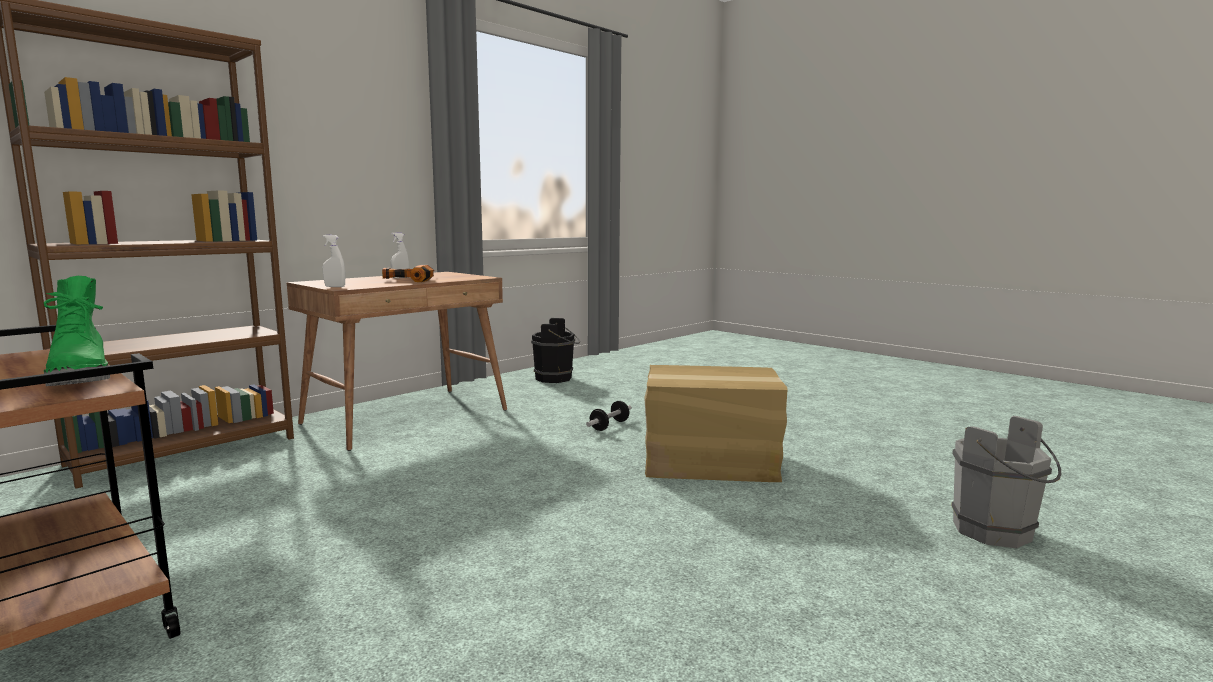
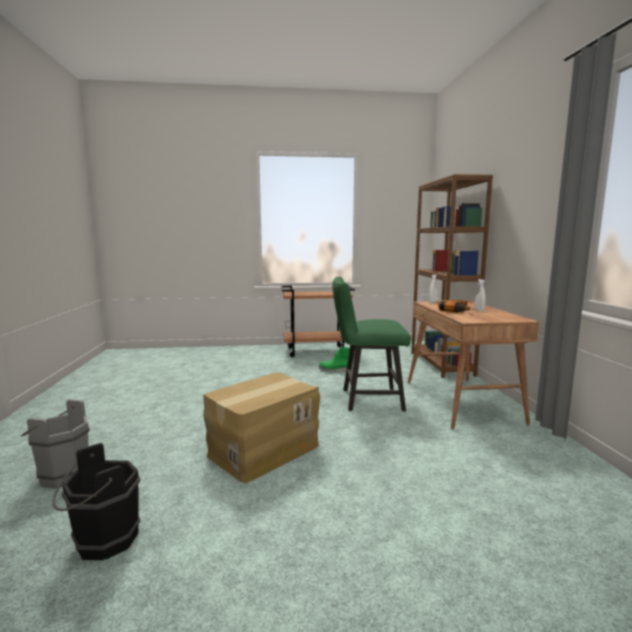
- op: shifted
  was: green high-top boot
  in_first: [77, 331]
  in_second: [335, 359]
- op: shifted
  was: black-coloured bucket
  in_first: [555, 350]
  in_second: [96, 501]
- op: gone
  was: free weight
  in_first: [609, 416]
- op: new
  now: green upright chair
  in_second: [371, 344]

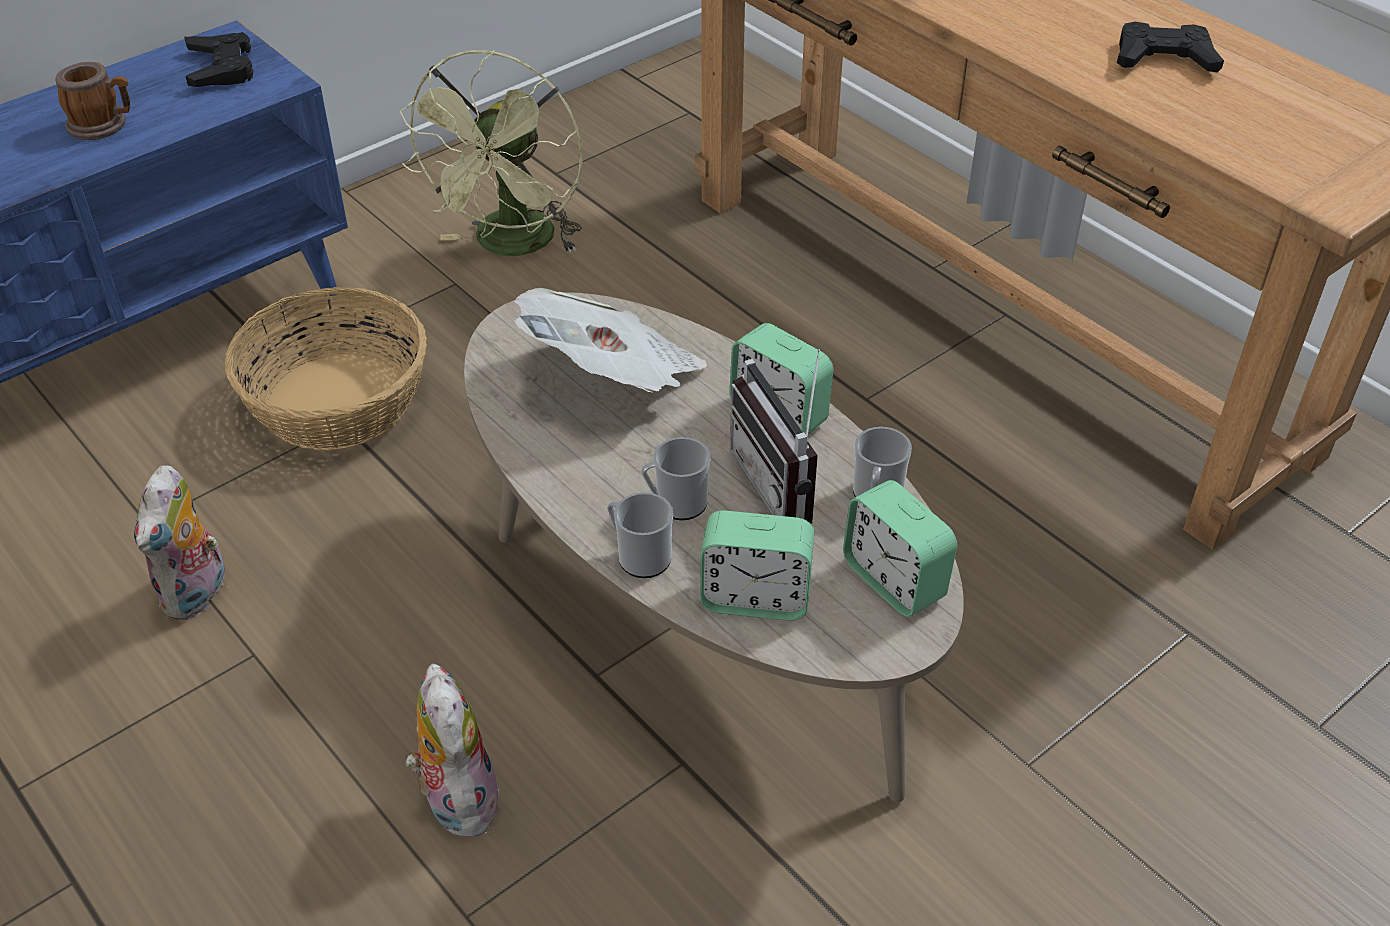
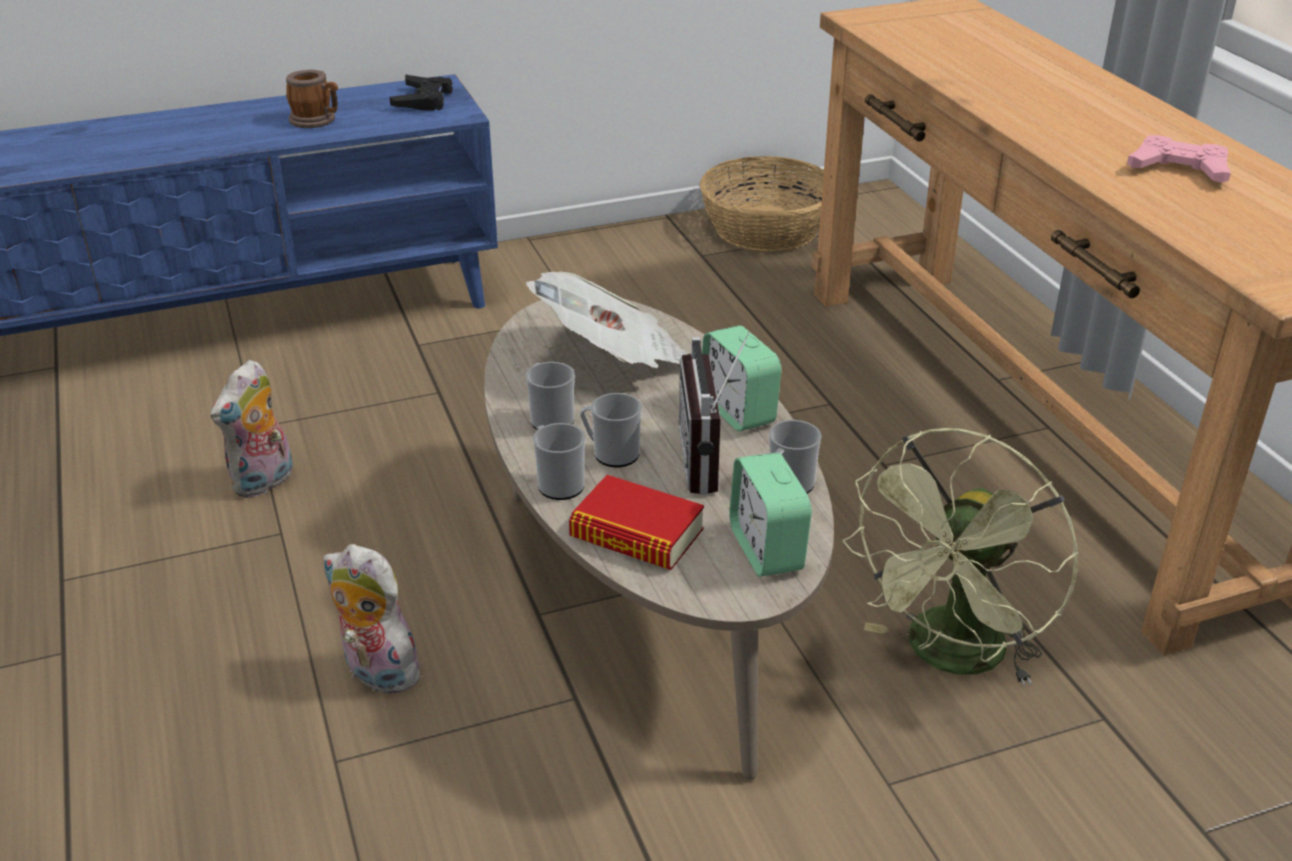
- op: repainted
  was: black-coloured joypad
  now: pinkish joypad
  in_first: [1170, 47]
  in_second: [1179, 159]
- op: shifted
  was: green cooling fan
  in_first: [491, 153]
  in_second: [960, 557]
- op: shifted
  was: storage basket
  in_first: [326, 369]
  in_second: [762, 204]
- op: swapped
  was: bedside clock
  now: book
  in_first: [757, 565]
  in_second: [636, 522]
- op: rotated
  was: plush toy
  in_first: [452, 750]
  in_second: [373, 619]
  clockwise: -60
- op: new
  now: coffee mug
  in_second: [550, 395]

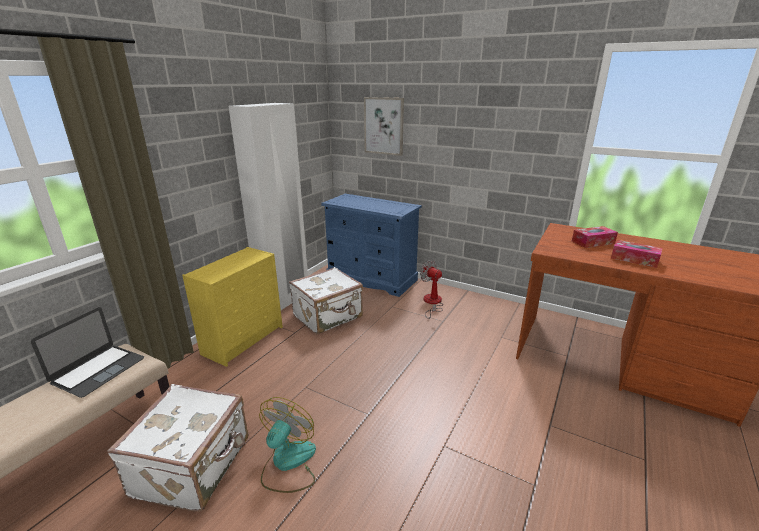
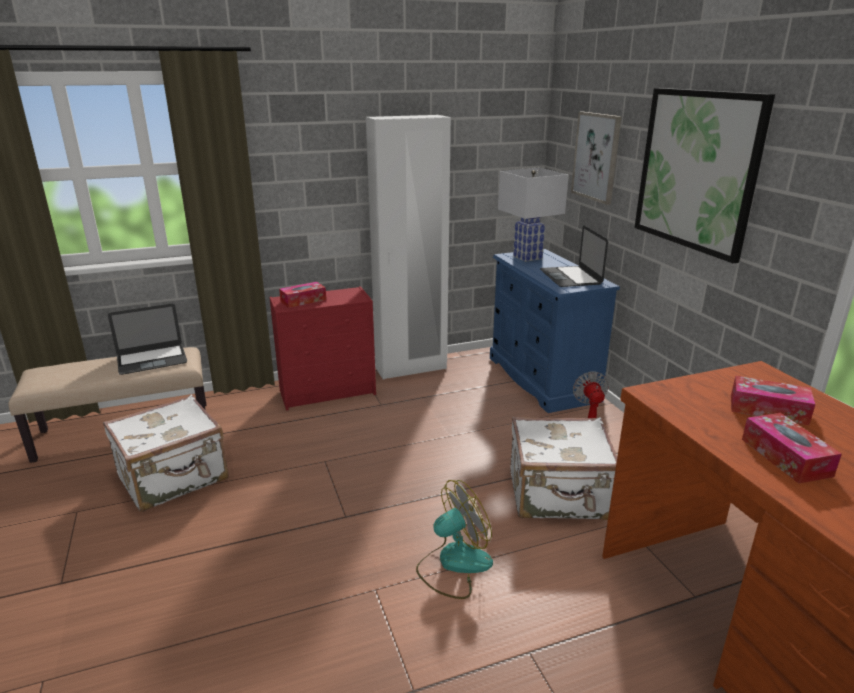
- op: repainted
  was: yellow chest of drawers
  now: red chest of drawers
  in_first: [232, 307]
  in_second: [322, 348]
- op: shifted
  was: whitish suitcase
  in_first: [326, 300]
  in_second: [563, 468]
- op: shifted
  was: cooling fan
  in_first: [287, 445]
  in_second: [454, 539]
- op: new
  now: wall picture
  in_second: [704, 175]
- op: new
  now: whitish lamp for a table
  in_second: [533, 215]
- op: new
  now: laptop
  in_second: [574, 256]
- op: new
  now: box of tissues
  in_second: [302, 295]

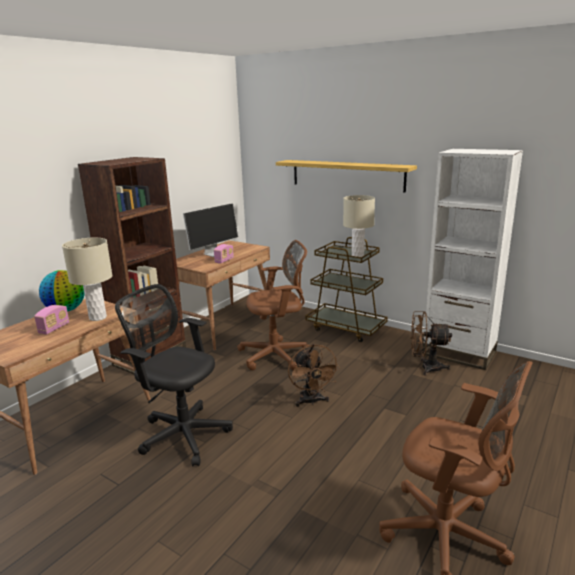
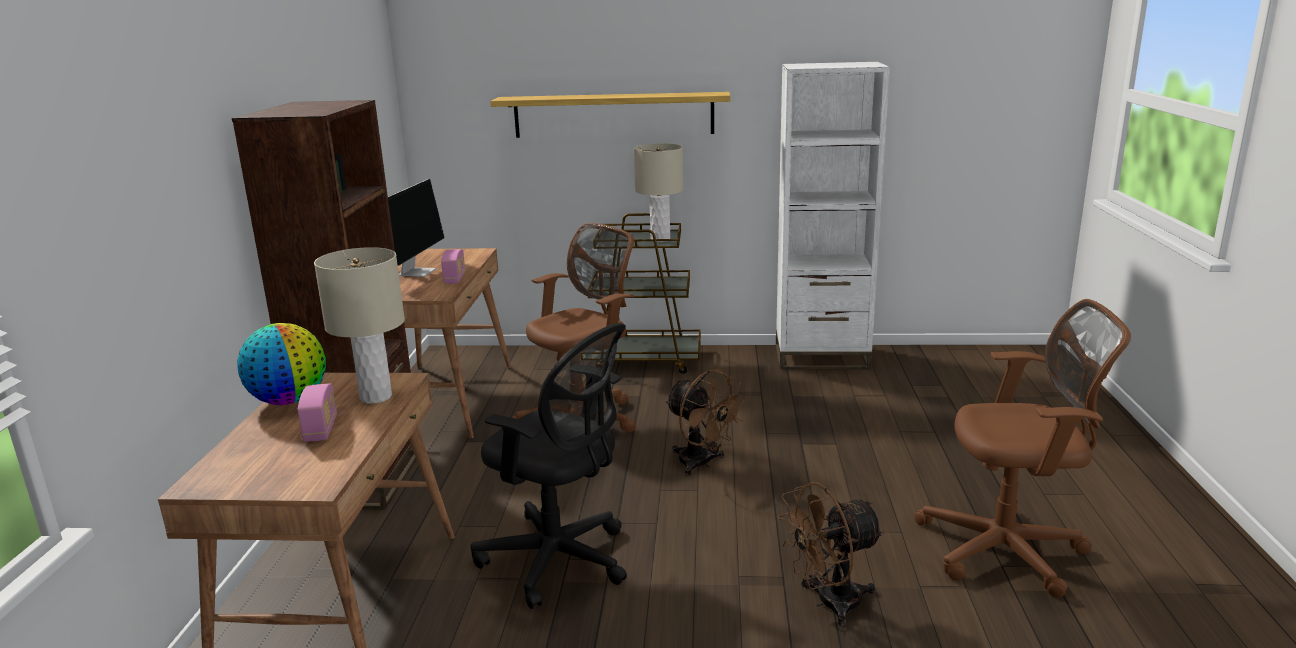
- op: rotated
  was: black-coloured office chair
  in_first: [174, 375]
  in_second: [549, 466]
  clockwise: -150
- op: shifted
  was: brown cooling fan
  in_first: [431, 343]
  in_second: [831, 554]

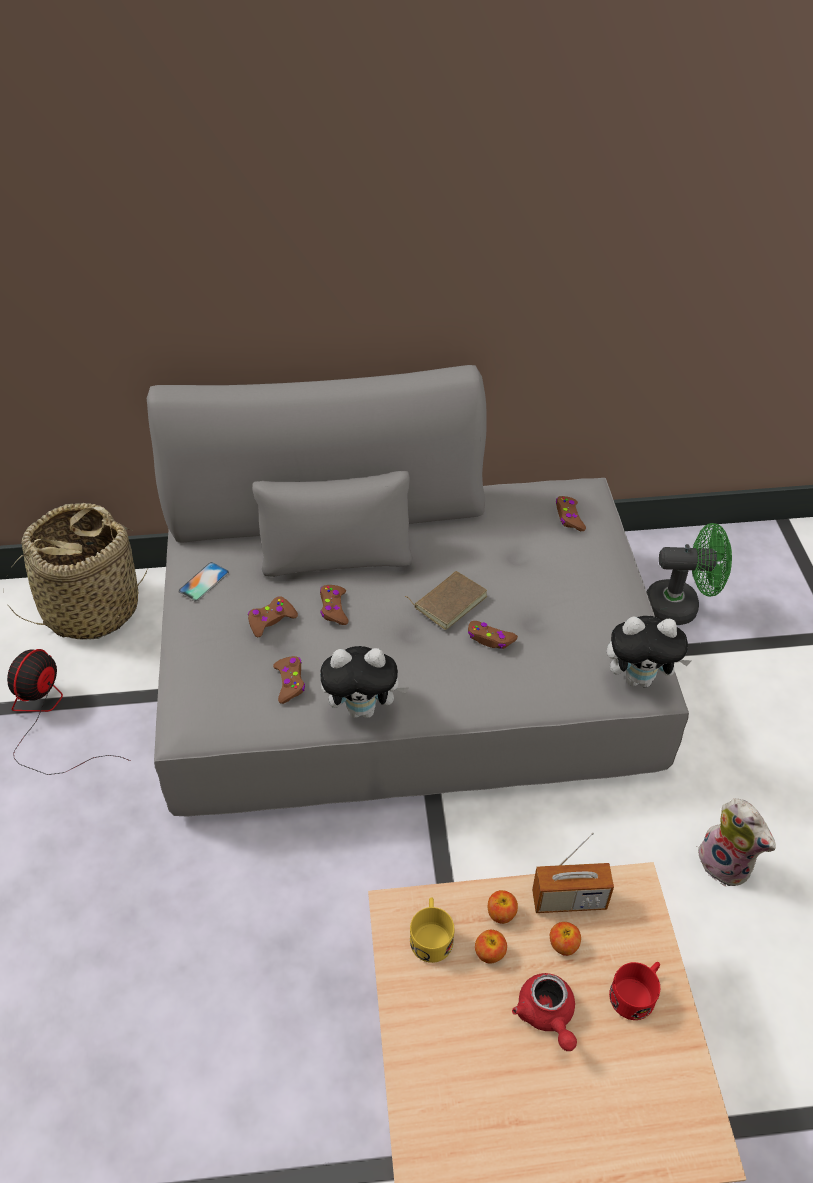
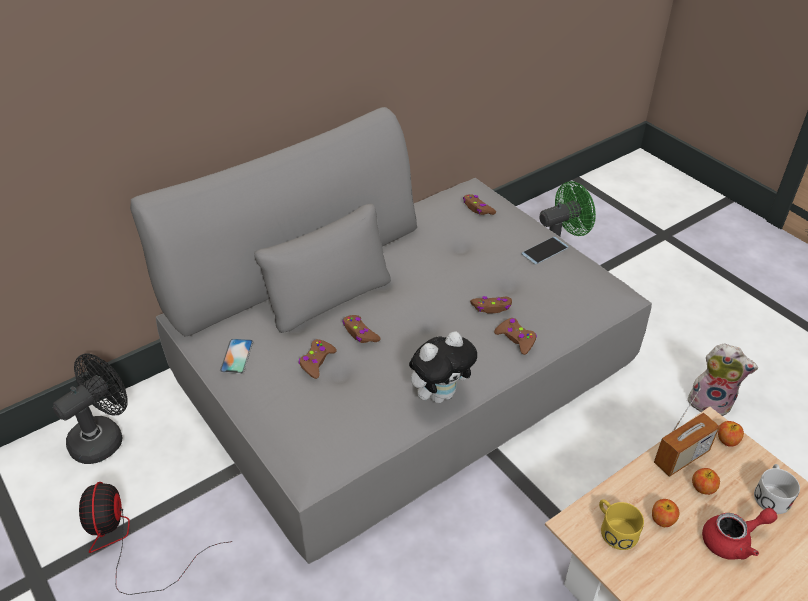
- op: swapped
  was: storage basket
  now: black-coloured cooling fan
  in_first: [75, 571]
  in_second: [90, 409]
- op: gone
  was: brown book
  in_first: [446, 600]
- op: gone
  was: plush toy
  in_first: [649, 652]
- op: shifted
  was: brown joypad
  in_first: [289, 680]
  in_second: [515, 336]
- op: shifted
  was: apple fruit
  in_first: [503, 907]
  in_second: [731, 434]
- op: repainted
  was: red coffee mug
  now: whitish coffee mug
  in_first: [634, 991]
  in_second: [777, 489]
- op: rotated
  was: red pot for tea
  in_first: [544, 1012]
  in_second: [740, 534]
  clockwise: -60
- op: new
  now: handset
  in_second: [544, 250]

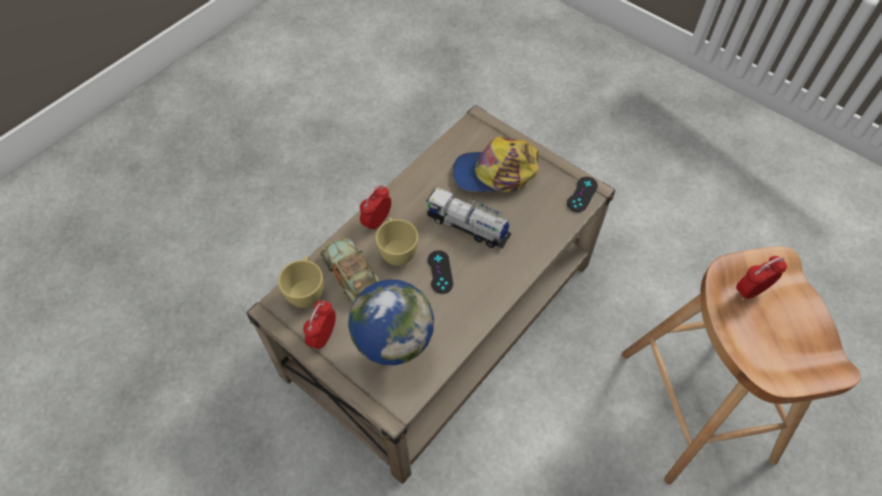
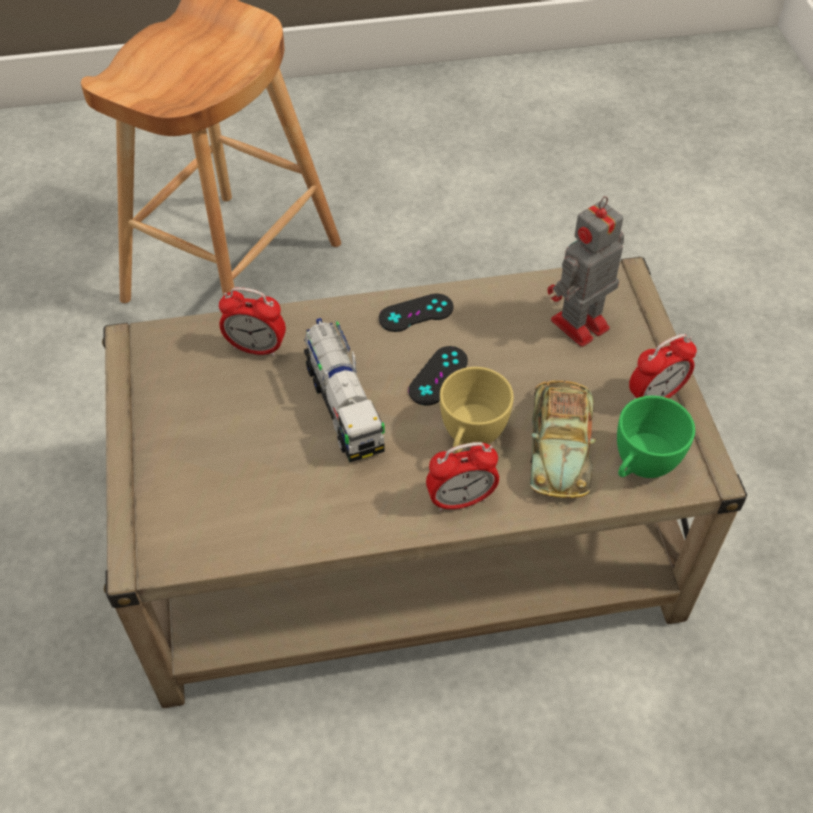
- op: gone
  was: baseball cap
  in_first: [496, 164]
- op: shifted
  was: black-coloured joypad
  in_first: [582, 194]
  in_second: [416, 312]
- op: repainted
  was: yellow cup
  now: green cup
  in_first: [301, 282]
  in_second: [656, 437]
- op: shifted
  was: bedside clock
  in_first: [761, 278]
  in_second: [252, 321]
- op: swapped
  was: desk globe
  now: toy robot
  in_first: [391, 322]
  in_second: [585, 271]

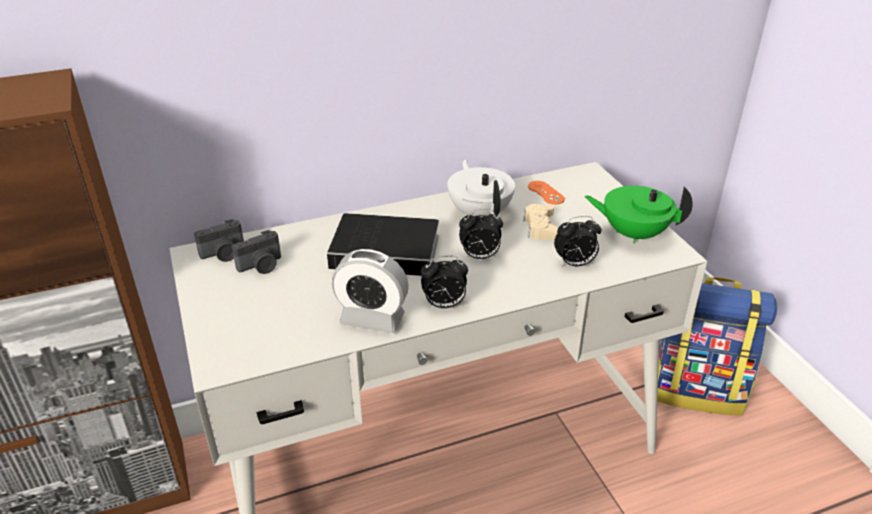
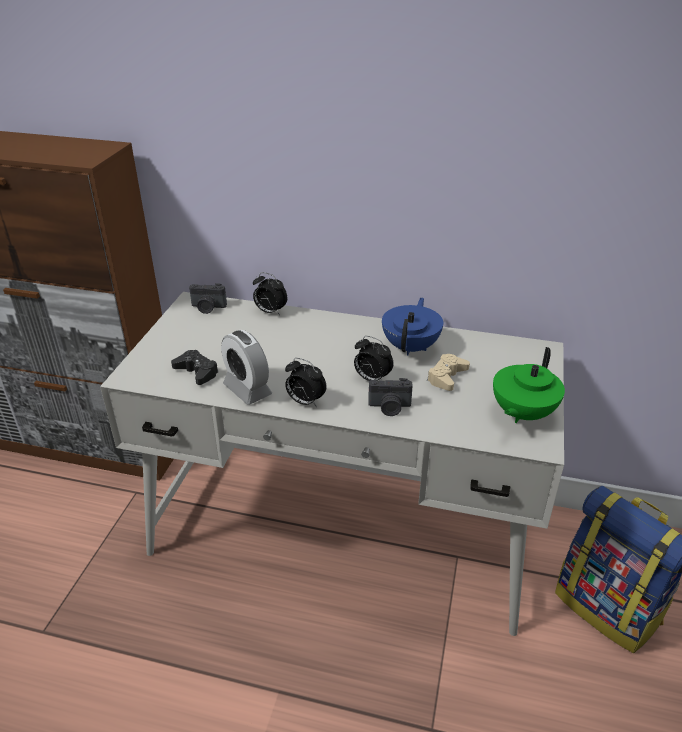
- op: repainted
  was: whitish pot for tea
  now: bluish pot for tea
  in_first: [481, 188]
  in_second: [412, 326]
- op: gone
  was: orange joypad
  in_first: [546, 193]
- op: rotated
  was: green pot for tea
  in_first: [638, 215]
  in_second: [529, 385]
  clockwise: -105
- op: gone
  was: book
  in_first: [383, 244]
- op: shifted
  was: bedside clock
  in_first: [577, 241]
  in_second: [270, 293]
- op: shifted
  was: still camera
  in_first: [256, 252]
  in_second: [390, 397]
- op: new
  now: black-coloured joypad
  in_second: [195, 367]

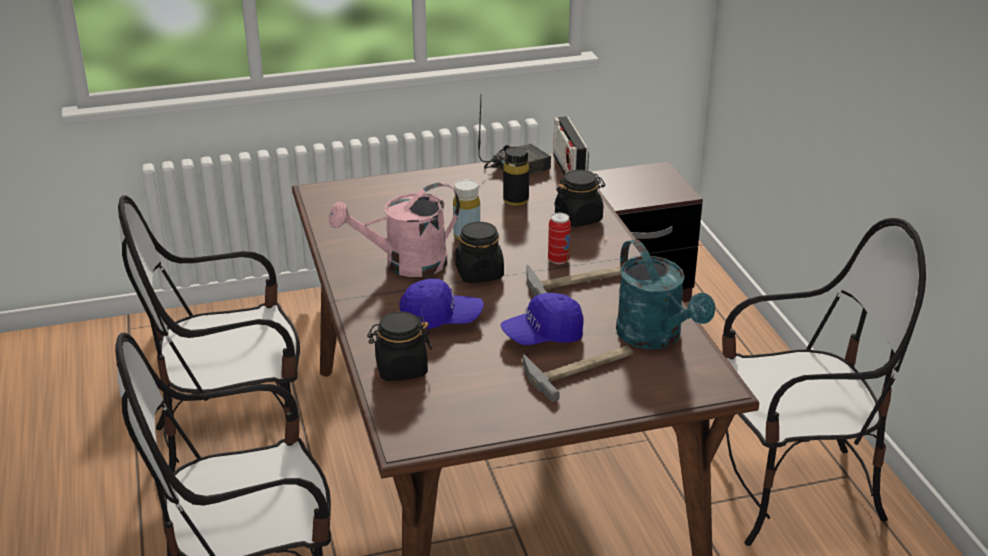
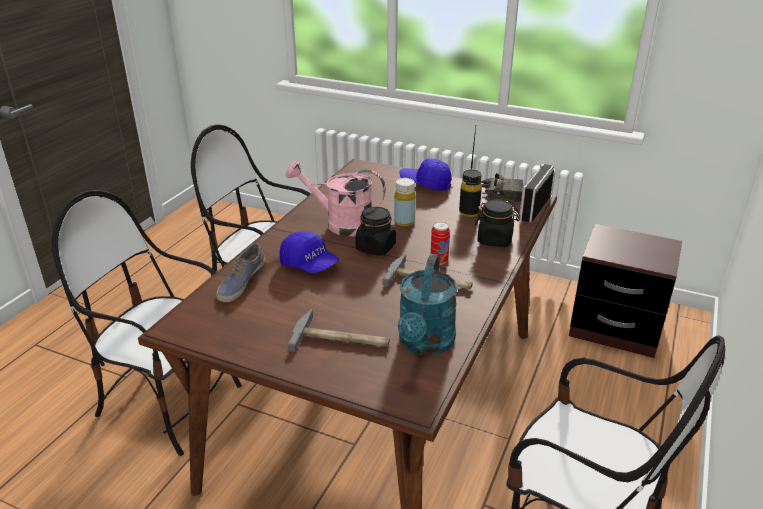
- op: shifted
  was: bluish baseball cap
  in_first: [542, 319]
  in_second: [425, 174]
- op: swapped
  was: black-coloured jar
  now: low shoe
  in_first: [399, 346]
  in_second: [241, 272]

